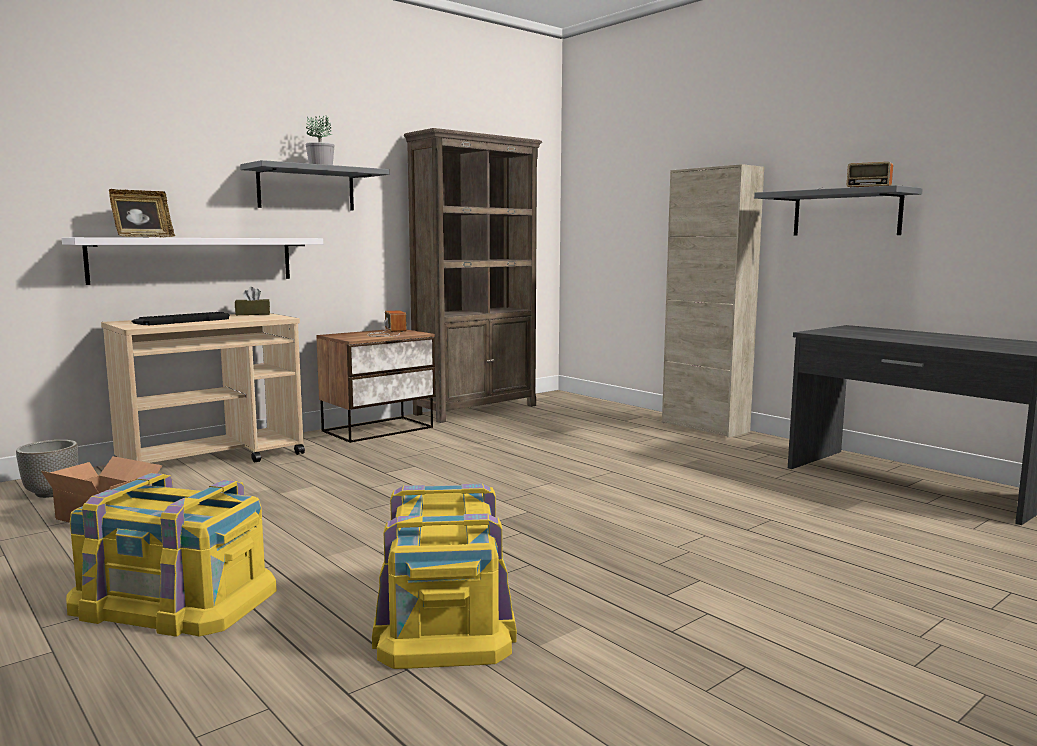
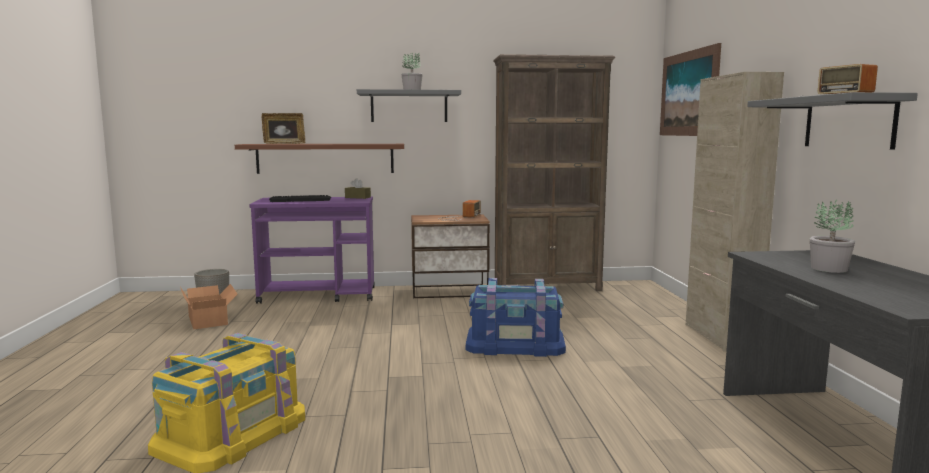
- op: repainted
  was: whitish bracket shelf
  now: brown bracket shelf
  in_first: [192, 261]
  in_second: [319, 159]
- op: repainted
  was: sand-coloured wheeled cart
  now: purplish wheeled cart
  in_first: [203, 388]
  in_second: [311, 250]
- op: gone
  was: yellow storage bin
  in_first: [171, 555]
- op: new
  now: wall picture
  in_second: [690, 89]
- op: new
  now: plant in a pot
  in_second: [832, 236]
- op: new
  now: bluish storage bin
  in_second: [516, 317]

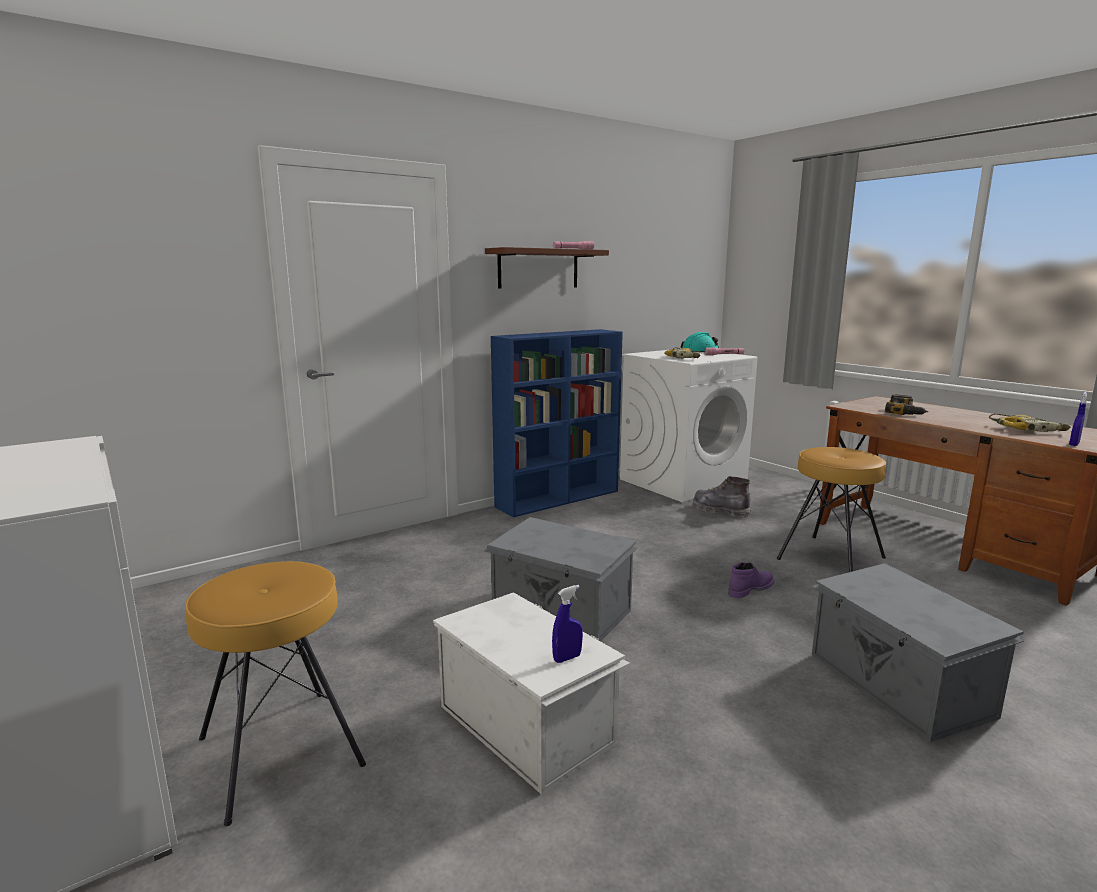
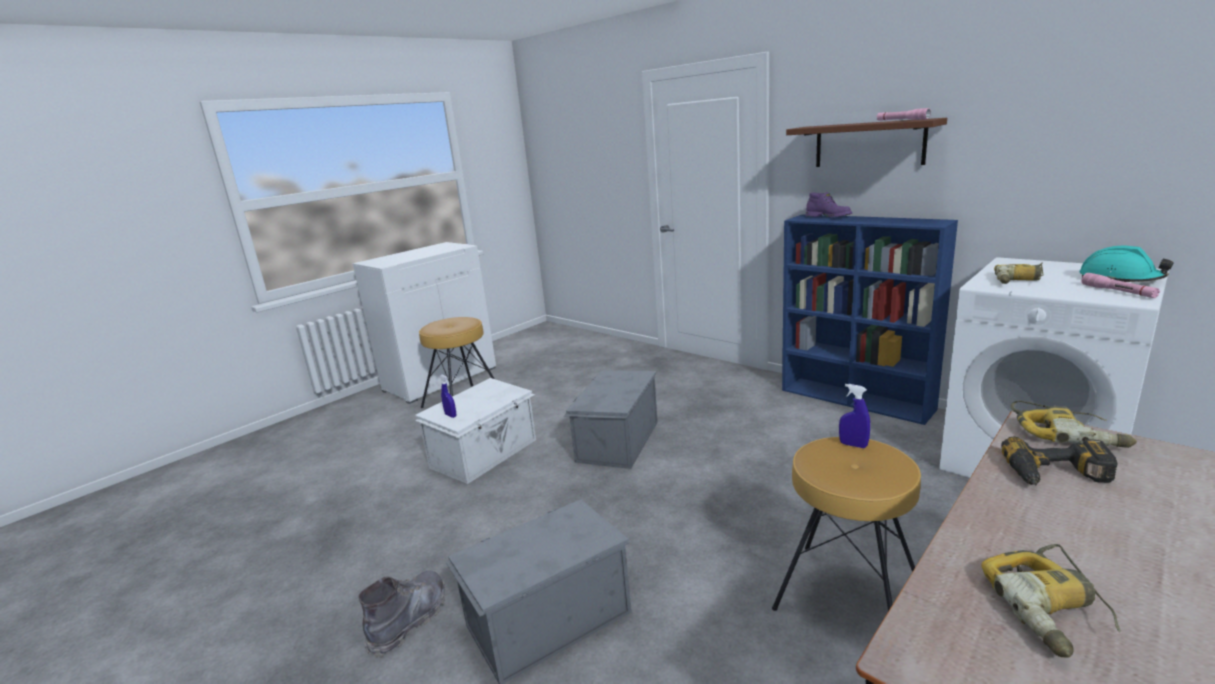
- op: shifted
  was: bluish sprayer
  in_first: [1078, 419]
  in_second: [854, 416]
- op: shifted
  was: gray high-top boot
  in_first: [722, 496]
  in_second: [402, 613]
- op: shifted
  was: purplish high-top boot
  in_first: [751, 580]
  in_second: [829, 204]
- op: new
  now: power drill
  in_second: [1074, 424]

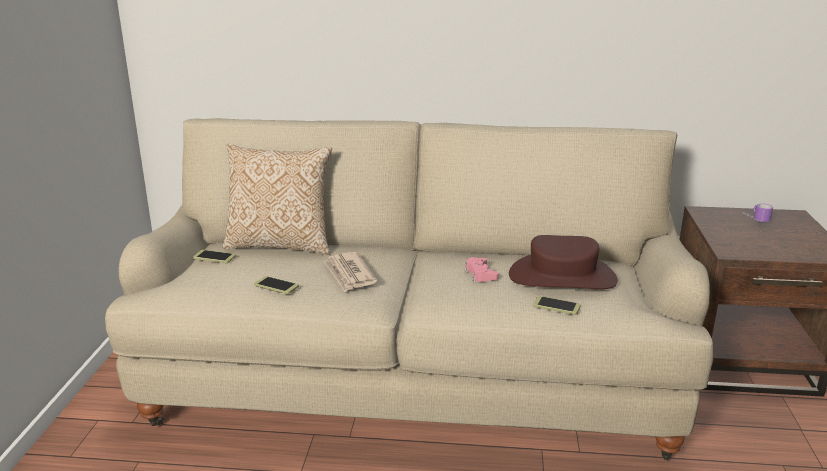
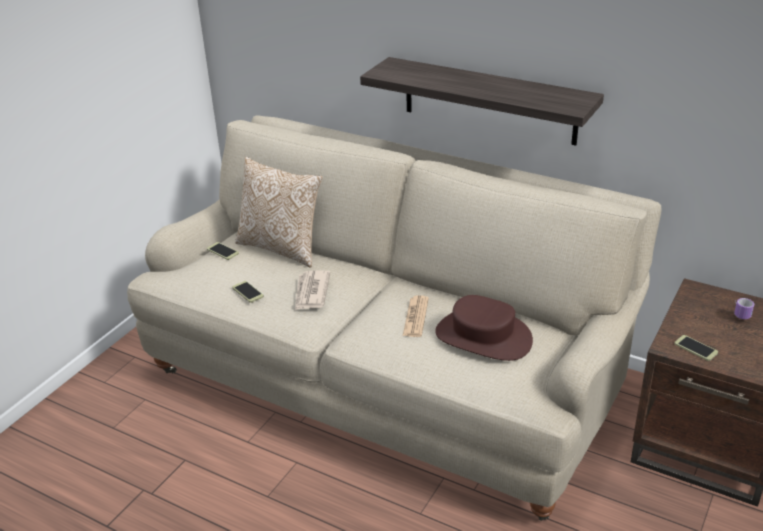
- op: swapped
  was: pinkish joypad
  now: daily paper
  in_first: [482, 269]
  in_second: [416, 316]
- op: shifted
  was: handset
  in_first: [557, 305]
  in_second: [696, 348]
- op: new
  now: bracket shelf
  in_second: [482, 101]

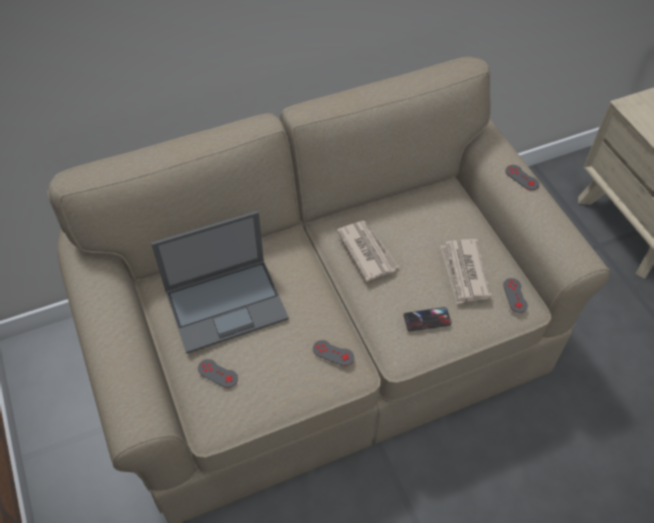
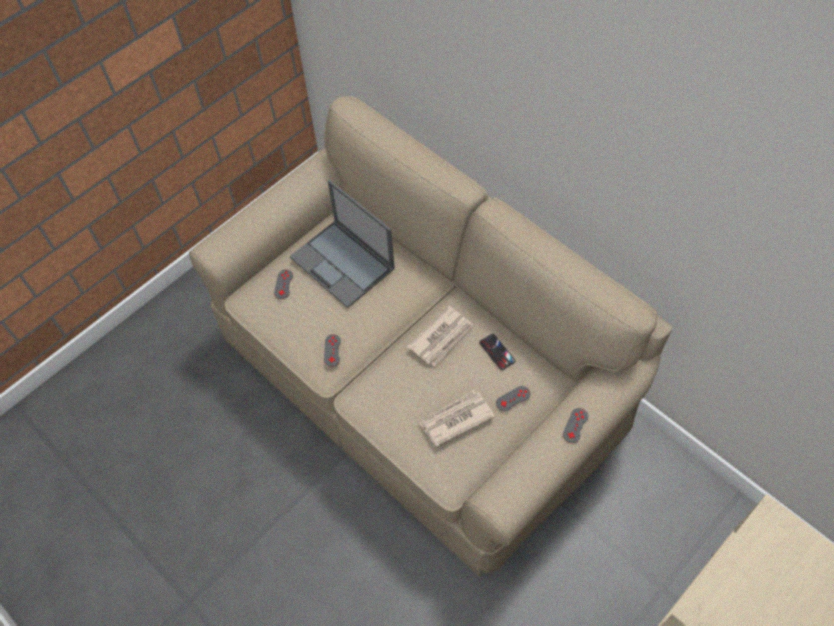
- op: shifted
  was: gray joypad
  in_first: [515, 295]
  in_second: [513, 398]
- op: shifted
  was: handset
  in_first: [427, 319]
  in_second: [497, 352]

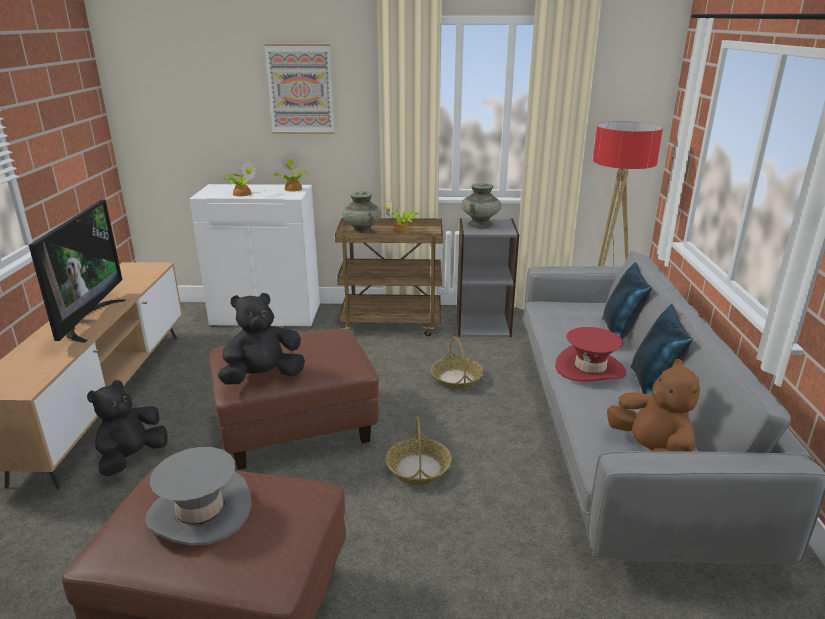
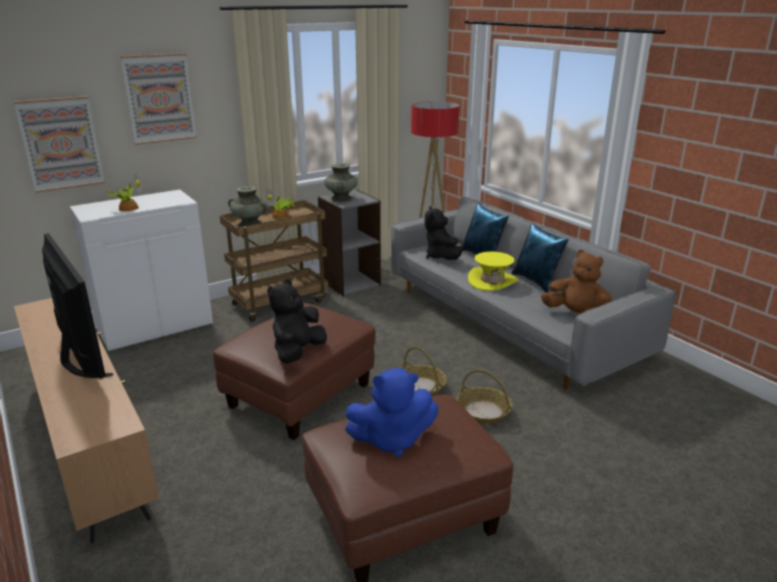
- op: gone
  was: plant in a pot
  in_first: [291, 172]
- op: repainted
  was: red clothing hat
  now: yellow clothing hat
  in_first: [590, 354]
  in_second: [493, 271]
- op: shifted
  was: storage basket
  in_first: [457, 363]
  in_second: [484, 397]
- op: shifted
  was: black-coloured plush toy
  in_first: [127, 428]
  in_second: [443, 233]
- op: swapped
  was: gray clothing hat
  now: bluish plush toy
  in_first: [198, 496]
  in_second: [392, 413]
- op: new
  now: wall picture
  in_second: [59, 144]

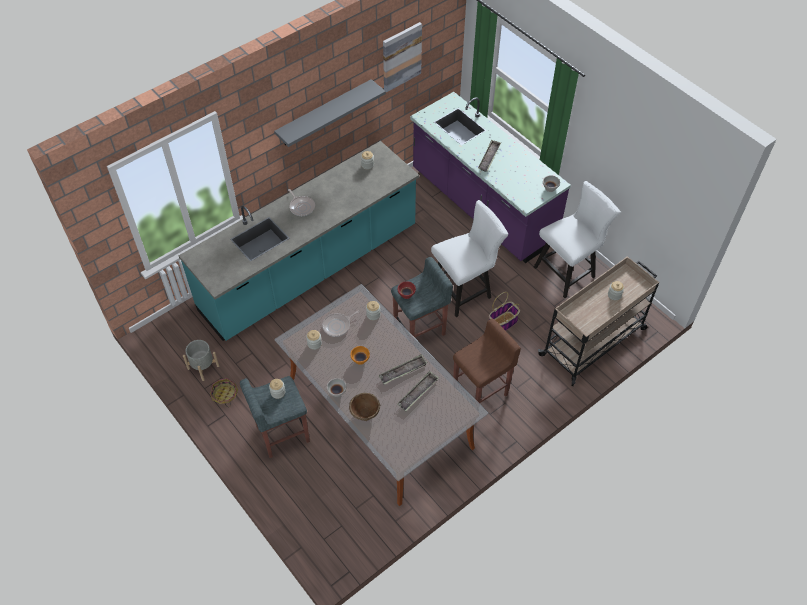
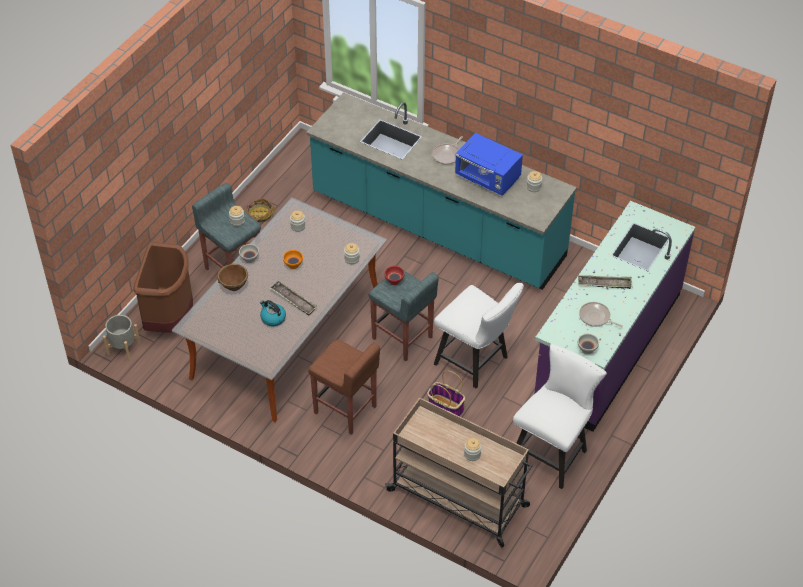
- op: gone
  was: wall picture
  in_first: [402, 57]
- op: gone
  was: gray bracket shelf
  in_first: [330, 113]
- op: rotated
  was: whitish upright chair
  in_first: [577, 239]
  in_second: [560, 416]
  clockwise: -90
- op: shifted
  was: frying pan
  in_first: [341, 323]
  in_second: [601, 314]
- op: shifted
  was: gray flower pot
  in_first: [201, 360]
  in_second: [122, 338]
- op: swapped
  was: serving tray
  now: tea kettle
  in_first: [418, 391]
  in_second: [273, 313]
- op: new
  now: bluish kitchen microwave
  in_second: [489, 164]
- op: new
  now: brown trash can
  in_second: [163, 287]

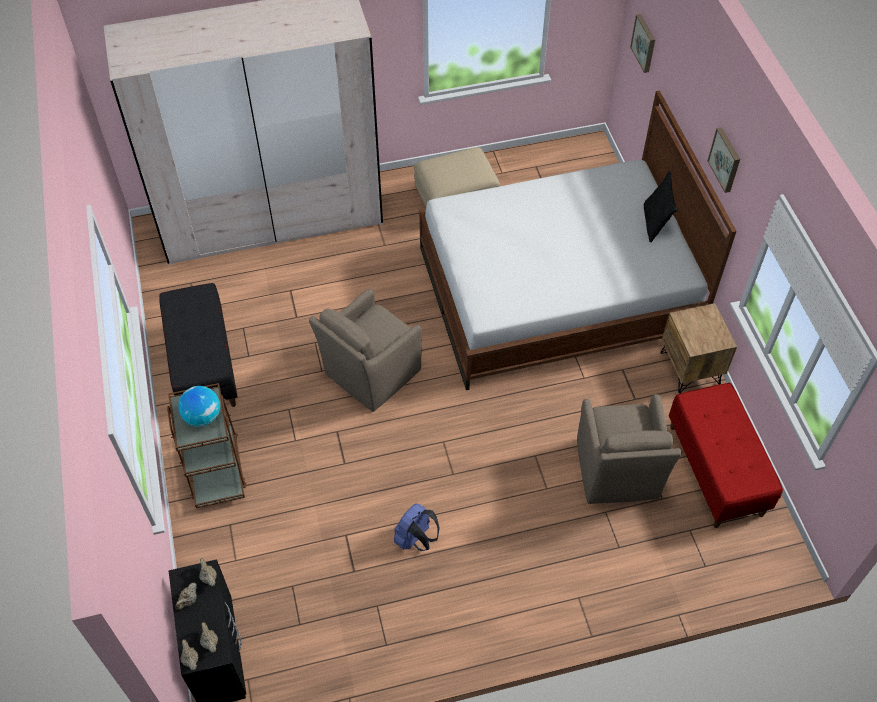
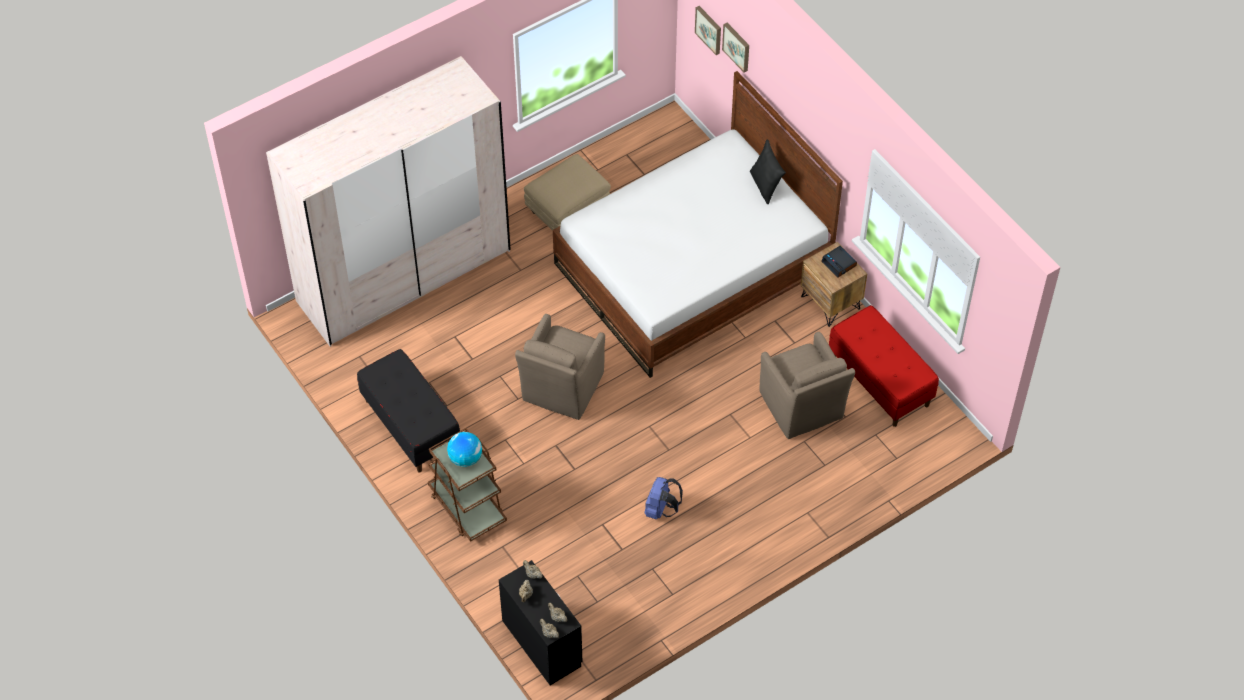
- op: shifted
  was: wall picture
  in_first: [724, 160]
  in_second: [735, 48]
- op: new
  now: bedside clock
  in_second: [839, 261]

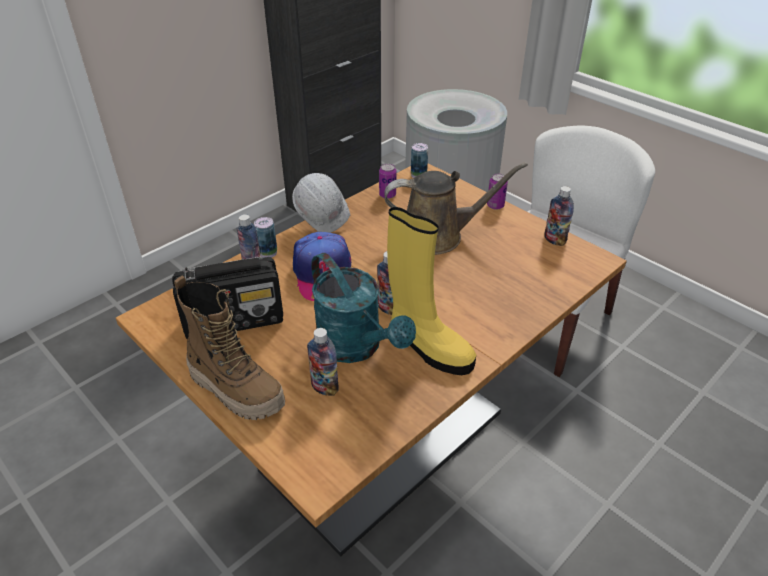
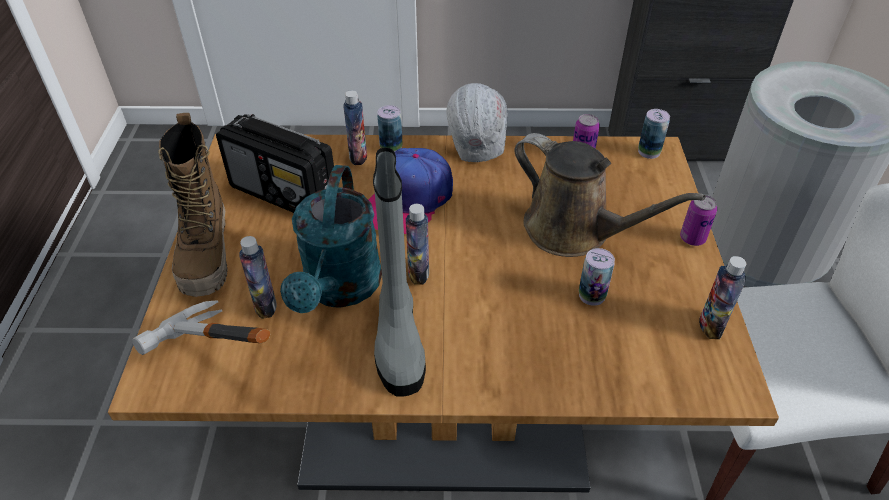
- op: repainted
  was: yellow high-top boot
  now: gray high-top boot
  in_first: [431, 291]
  in_second: [399, 272]
- op: new
  now: metal can
  in_second: [597, 277]
- op: new
  now: tool hammer
  in_second: [201, 327]

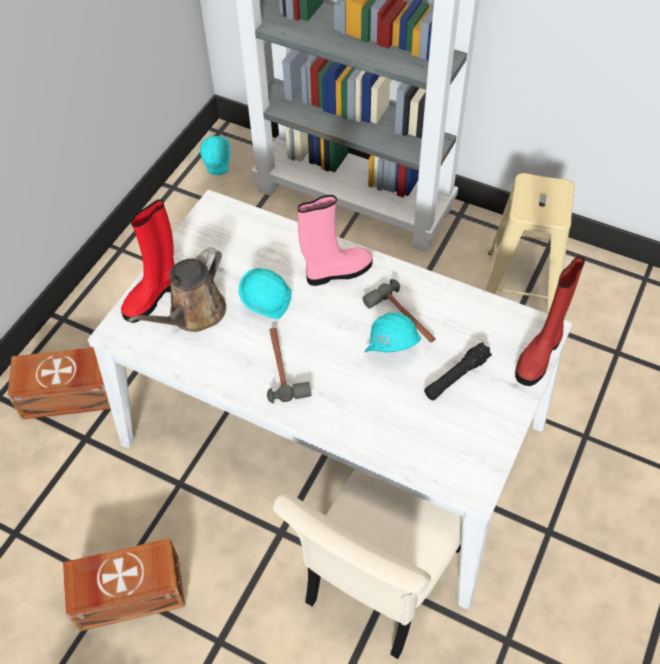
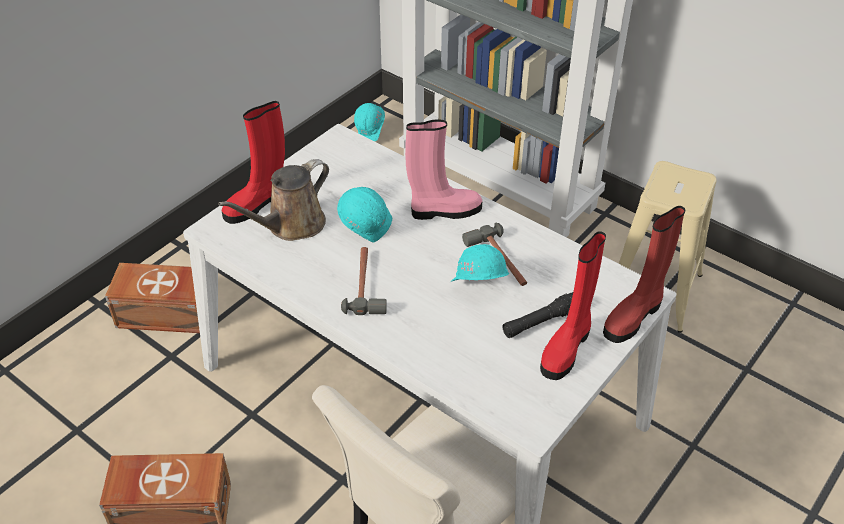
- op: new
  now: red high-top boot
  in_second: [573, 305]

